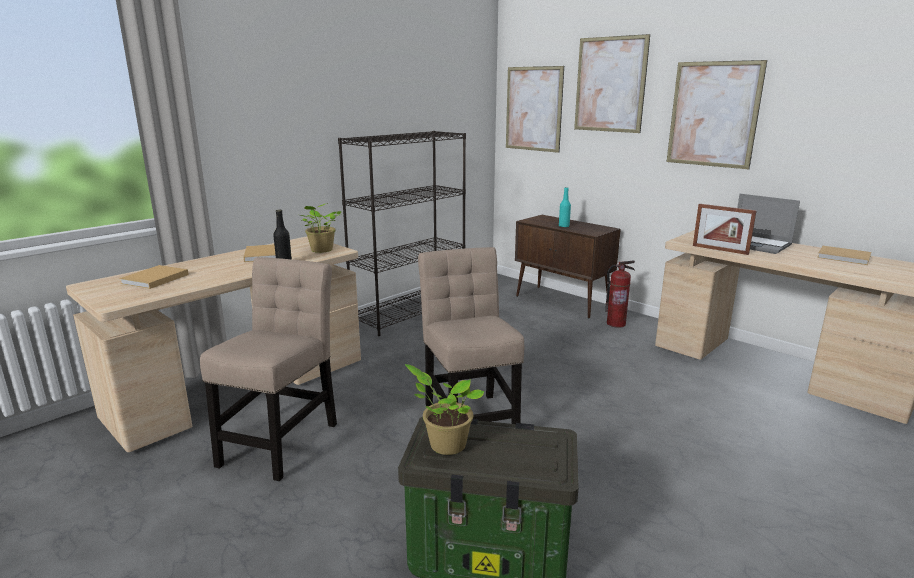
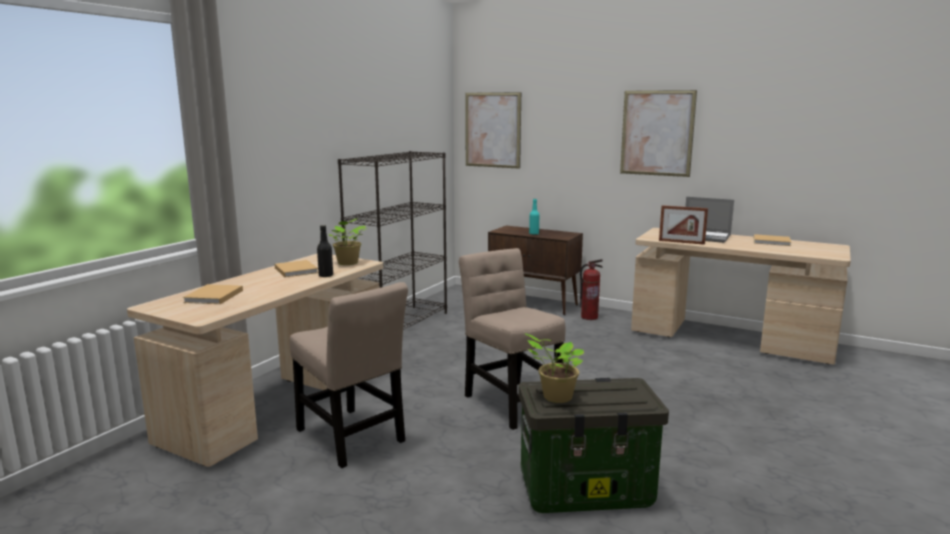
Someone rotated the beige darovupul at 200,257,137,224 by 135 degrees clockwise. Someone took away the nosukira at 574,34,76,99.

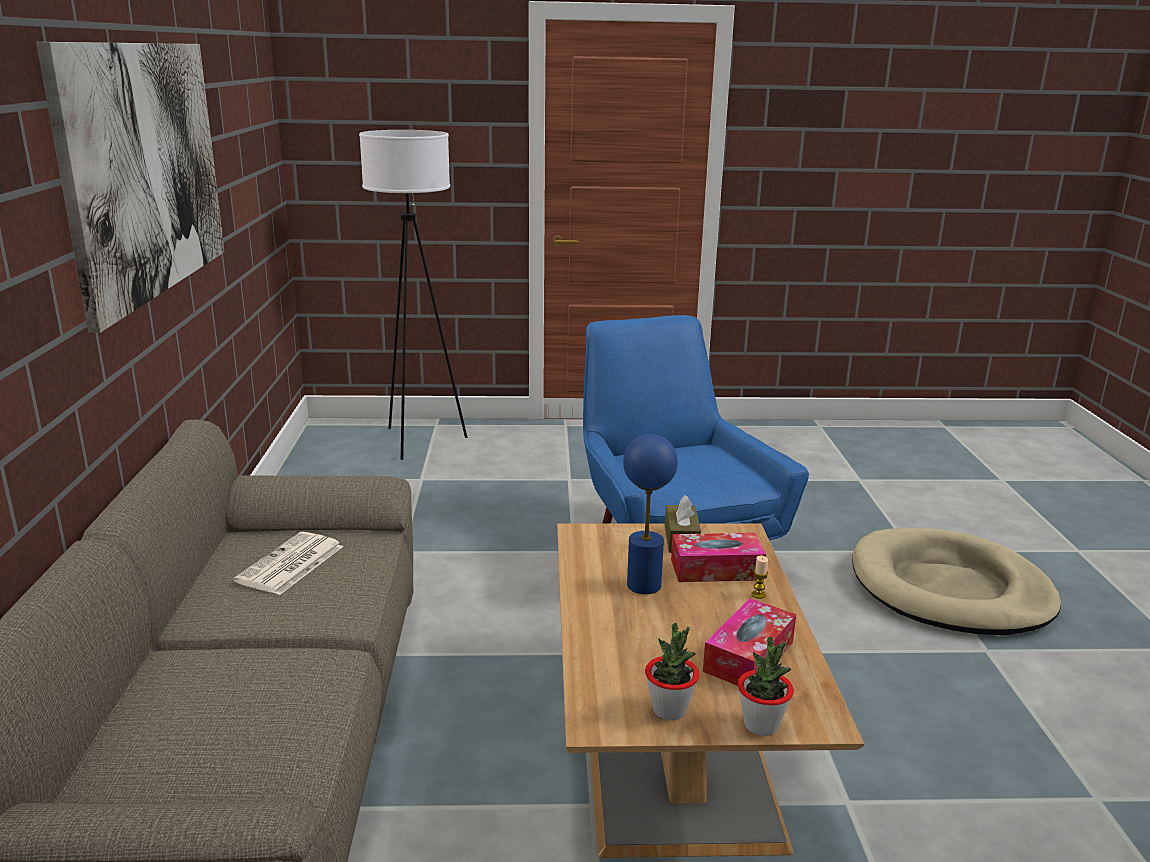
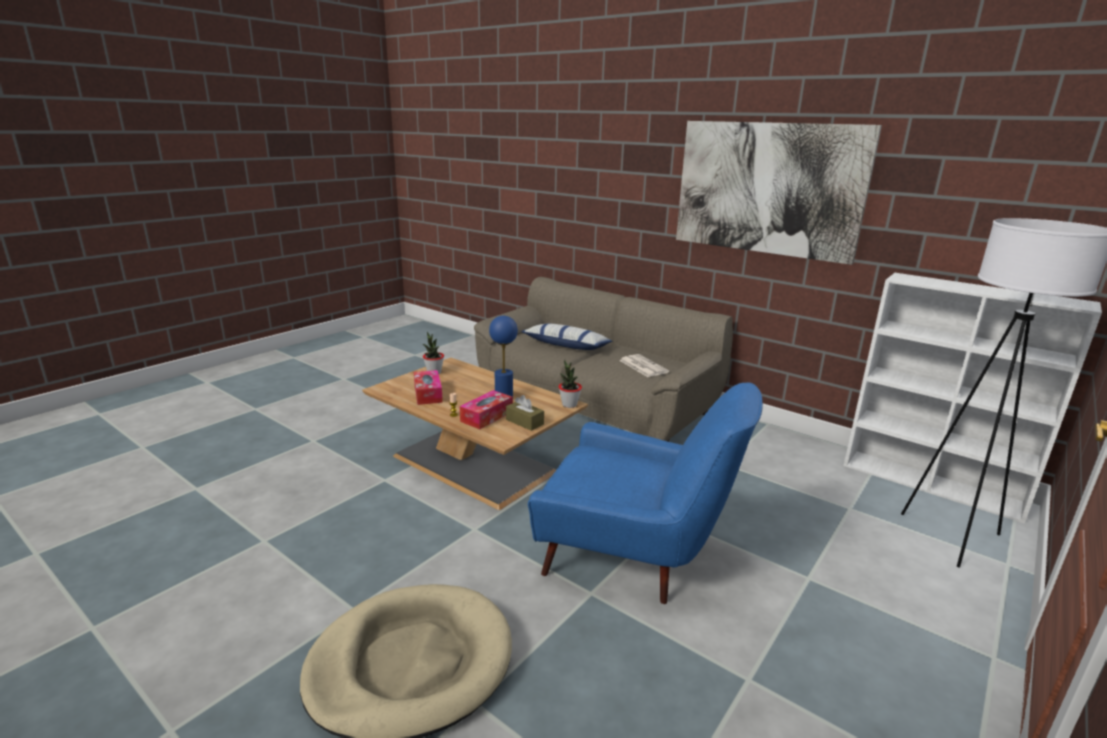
Someone carried the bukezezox from 738,637,56,99 to 558,360,24,48. Someone put down the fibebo at 521,324,91,26. Someone put down the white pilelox at 843,273,259,251.

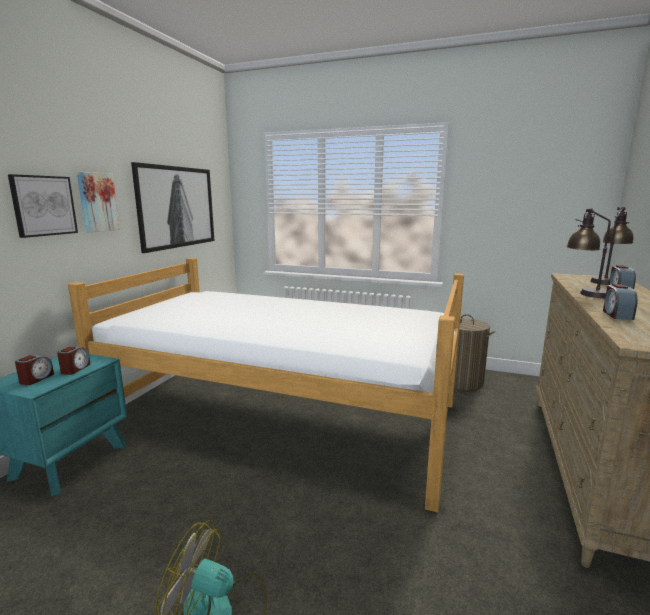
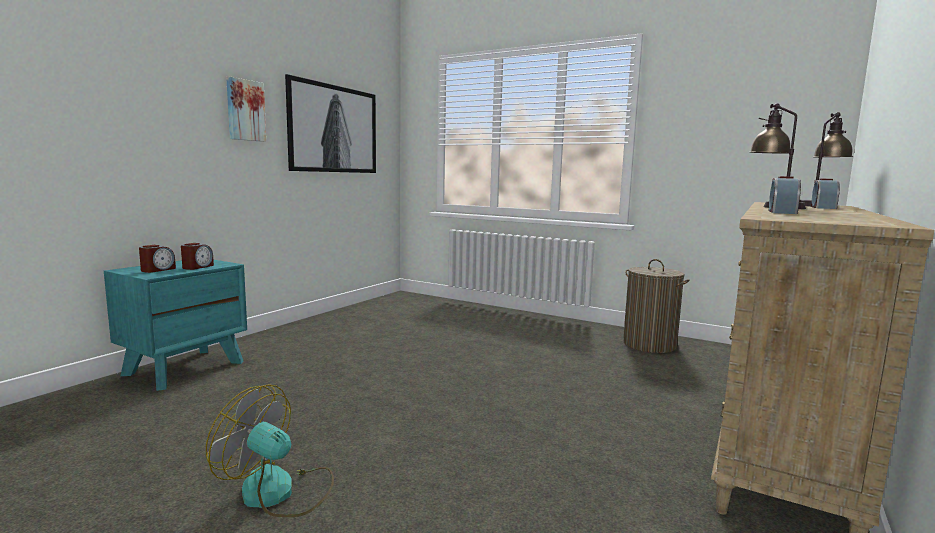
Someone took away the nosukira at 8,174,70,64. Someone took away the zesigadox at 68,258,396,254.

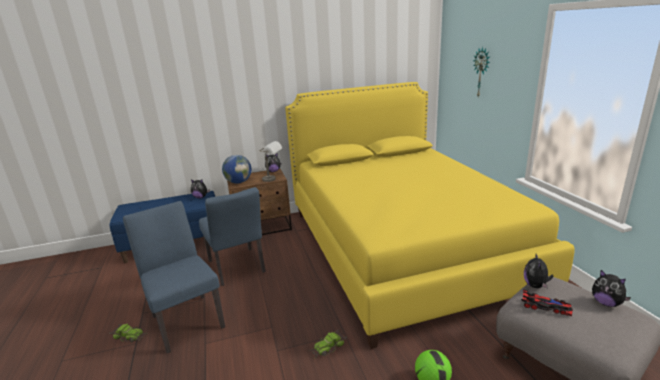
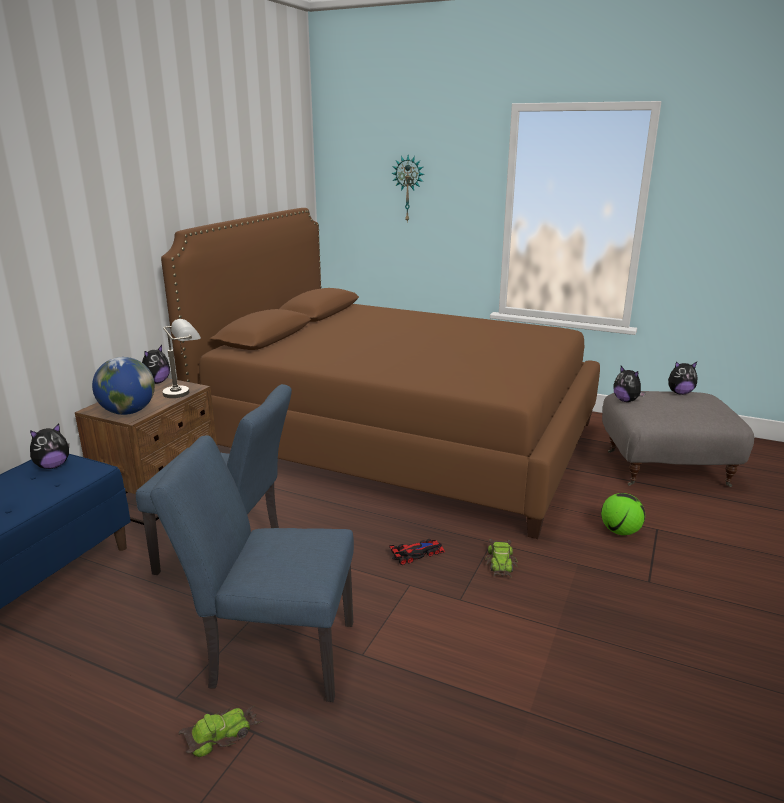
Someone repainted the yellow zesigadox at 285,82,290,267, which became the brown zesigadox at 161,208,439,331. Someone carried the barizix from 521,289,52,27 to 389,539,56,26.

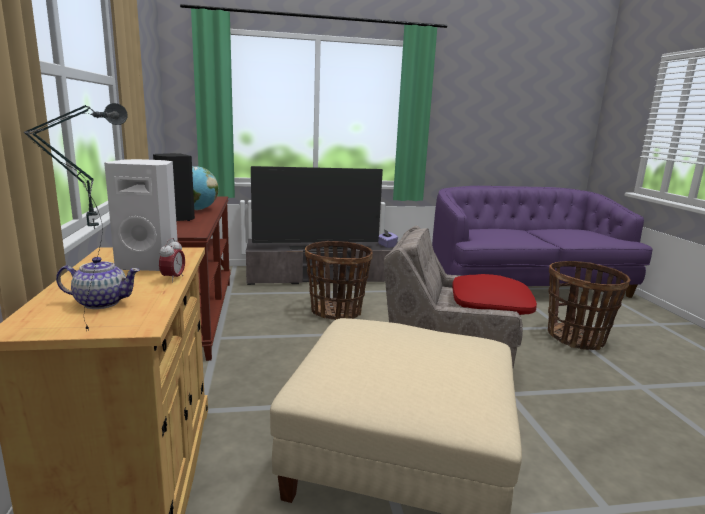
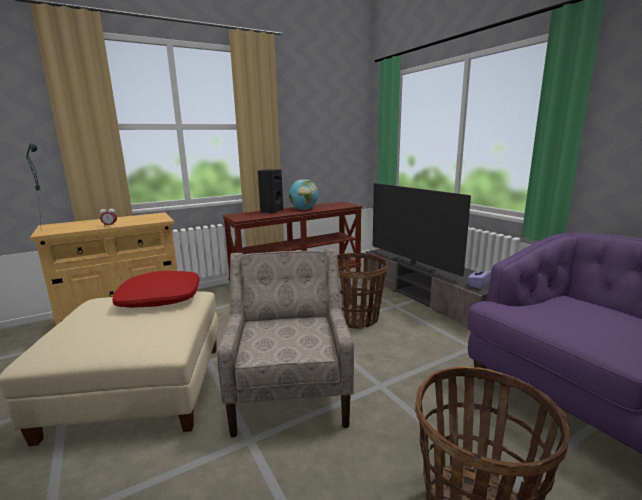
Someone took away the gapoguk at 56,257,84,52. Someone took away the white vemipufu at 104,159,74,112. Someone carried the red fibebo from 452,274,85,41 to 112,271,87,37.

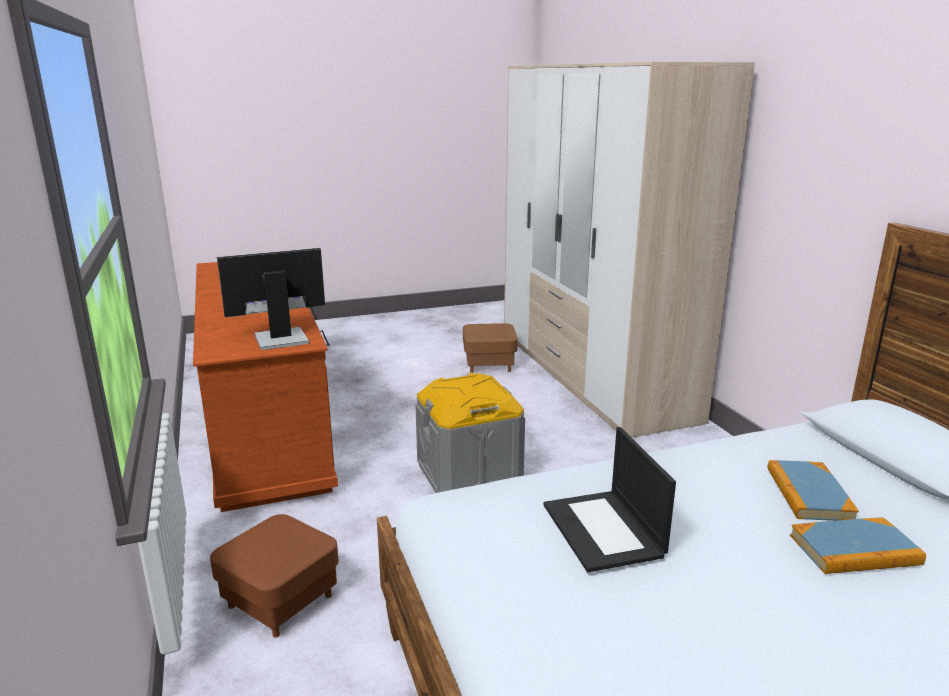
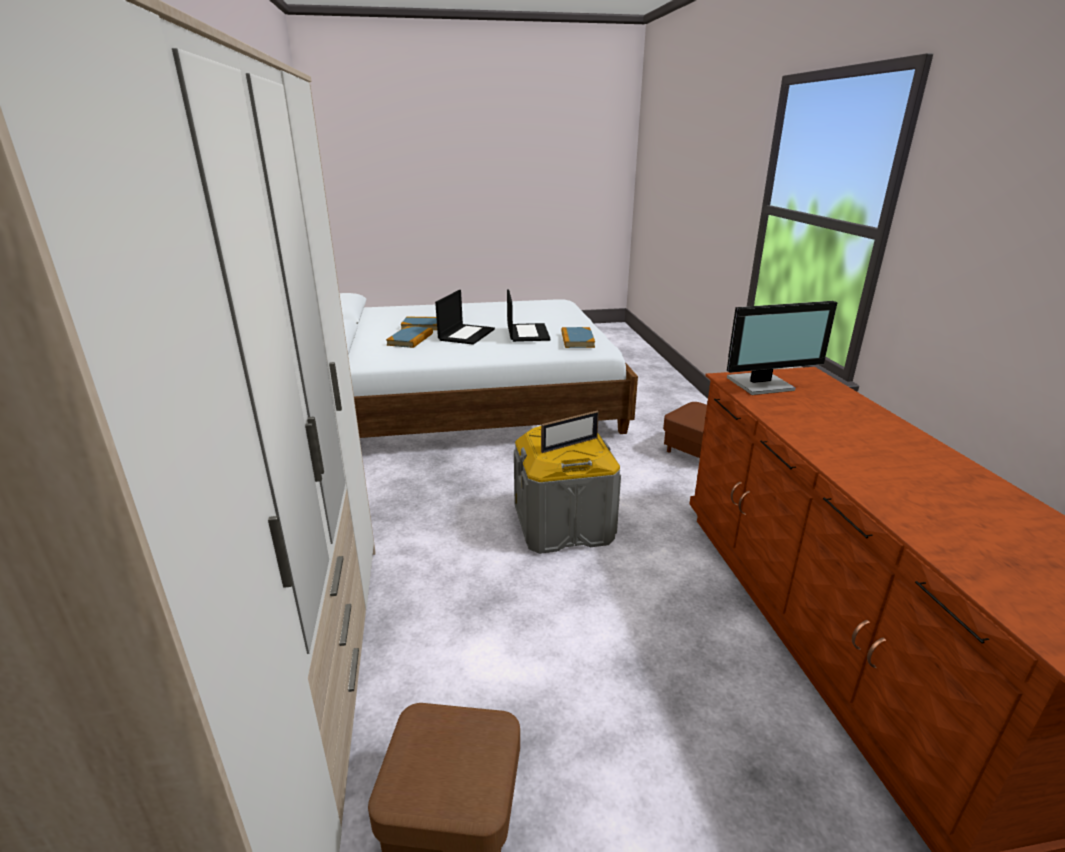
Someone put down the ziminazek at 435,290,60,55. Someone put down the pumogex at 541,411,58,42. Someone put down the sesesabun at 561,327,34,21.

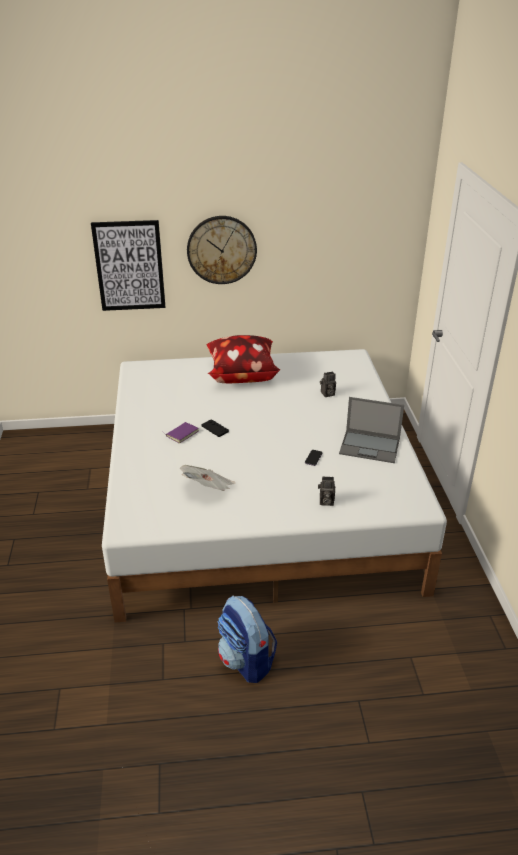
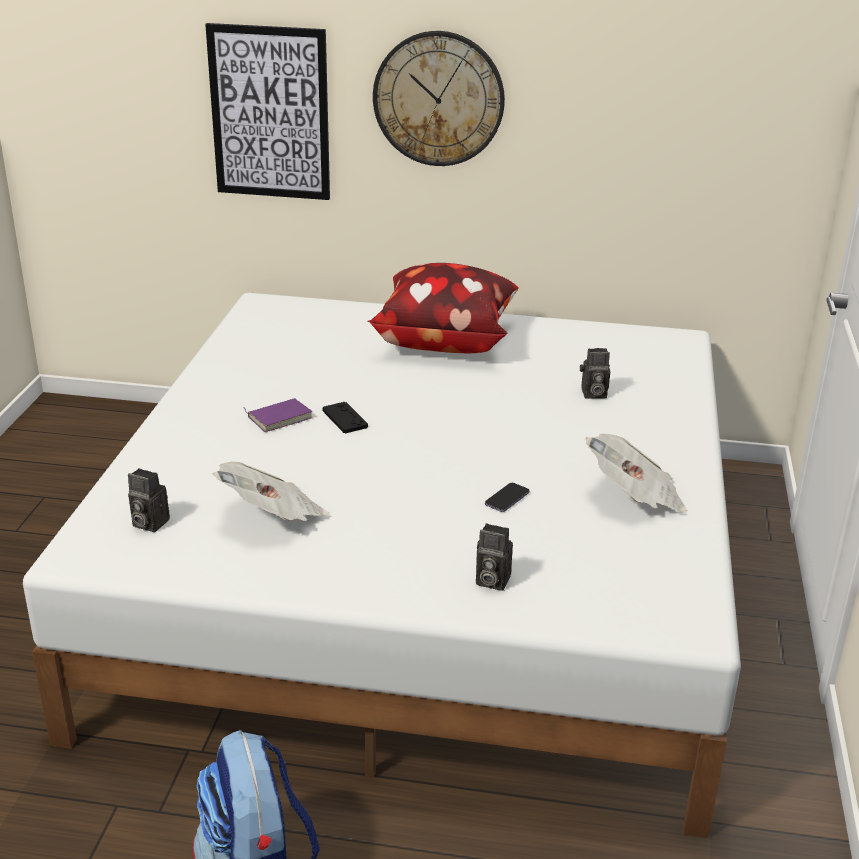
Someone swapped the ziminazek at 339,397,65,66 for the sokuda at 586,434,102,79. Someone put down the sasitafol at 128,468,42,64.

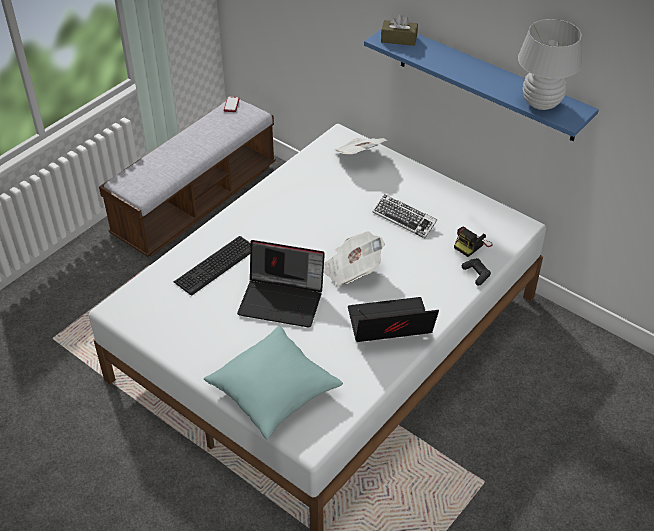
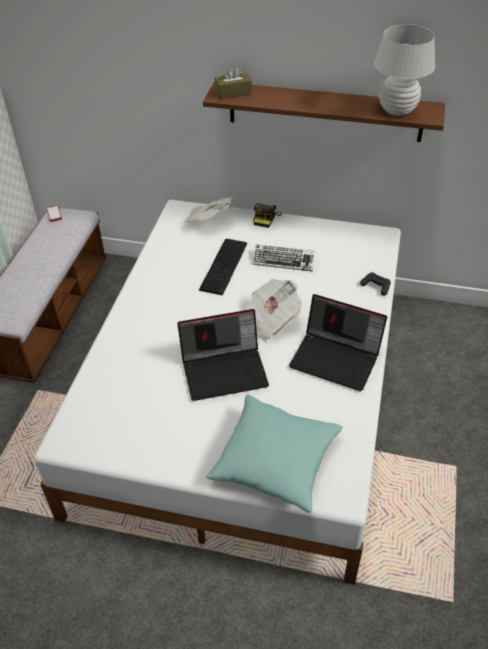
Someone carried the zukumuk from 174,236,76,60 to 199,239,48,56. Someone rotated the ziminazek at 348,297,91,45 by 120 degrees counterclockwise. Someone repainted the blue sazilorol at 364,29,235,112, which became the brown sazilorol at 203,81,242,61. Someone carried the sasitafol from 454,227,39,30 to 253,203,29,25.

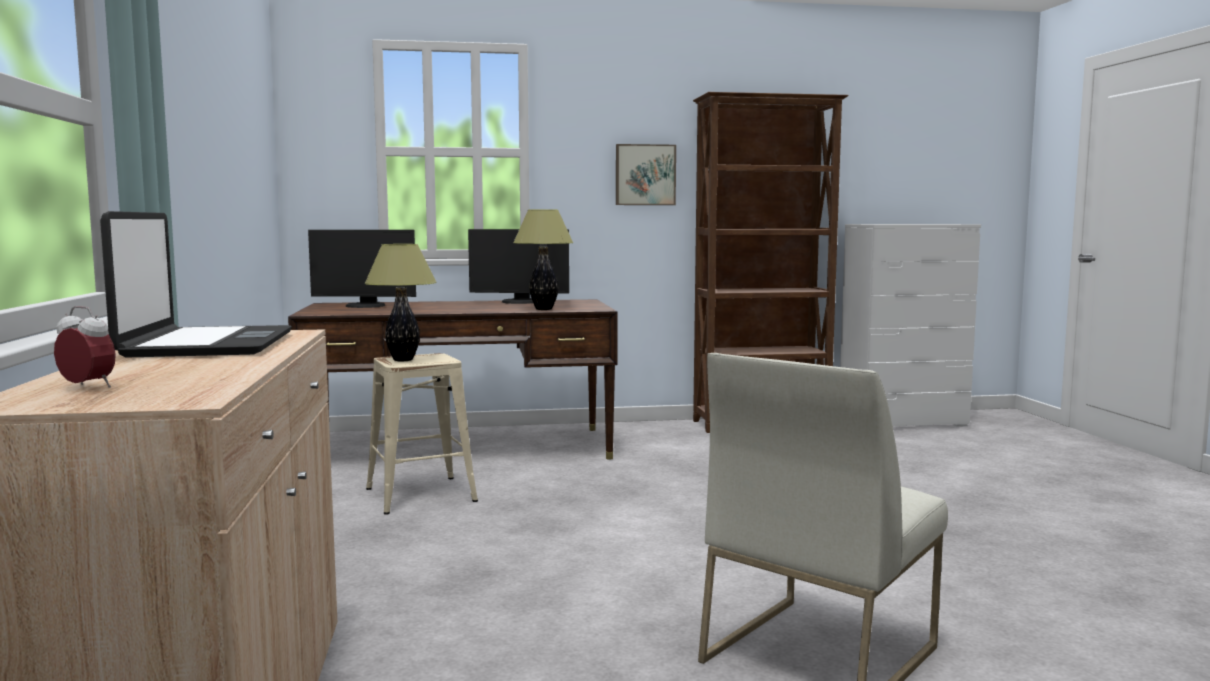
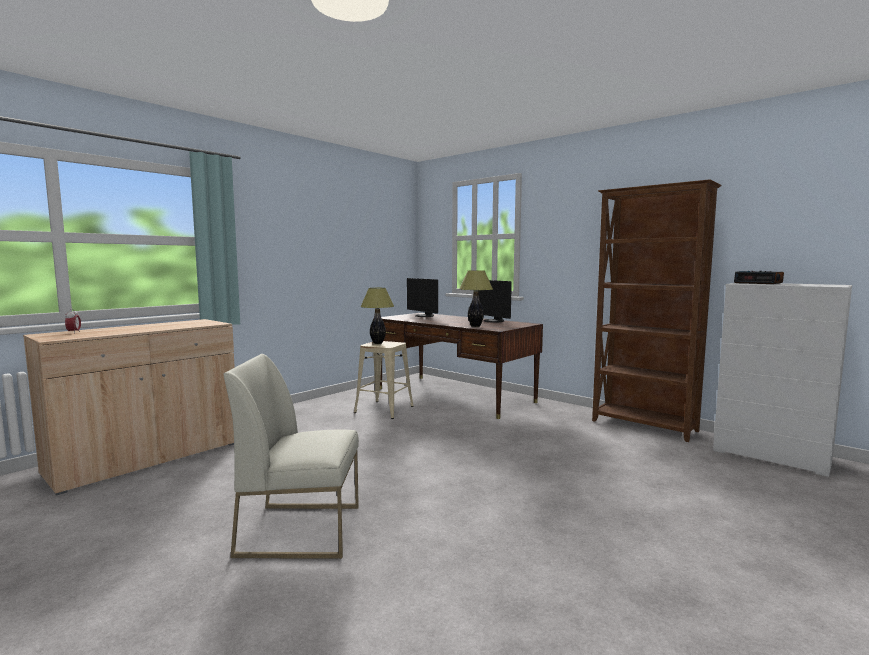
Someone took away the ziminazek at 100,211,192,147. Someone took away the nosukira at 616,144,60,61. Someone put down the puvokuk at 734,271,50,13.

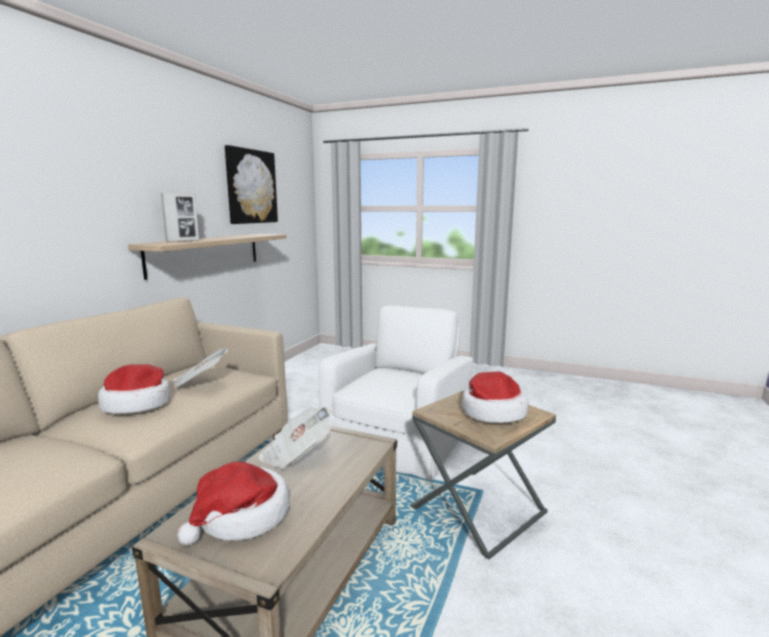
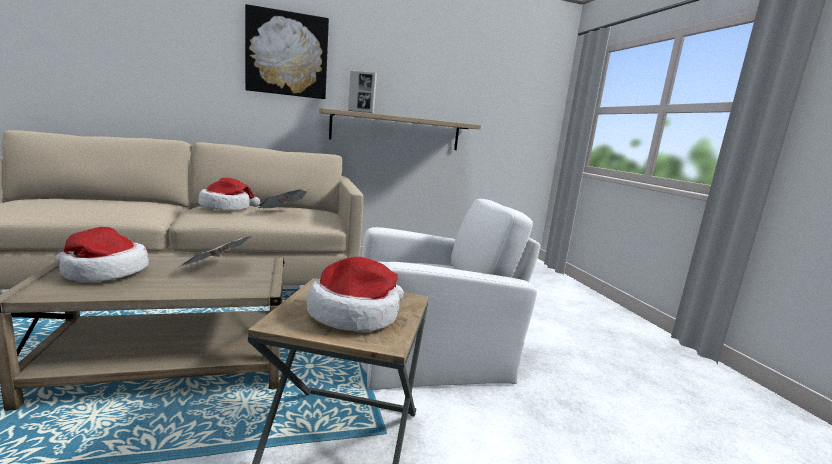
Someone carried the nosukira from 225,145,53,79 to 245,4,84,95.

